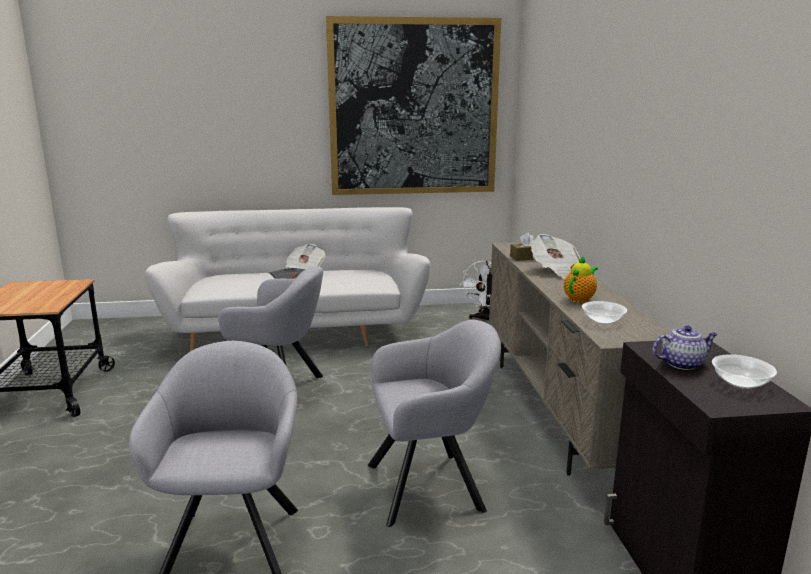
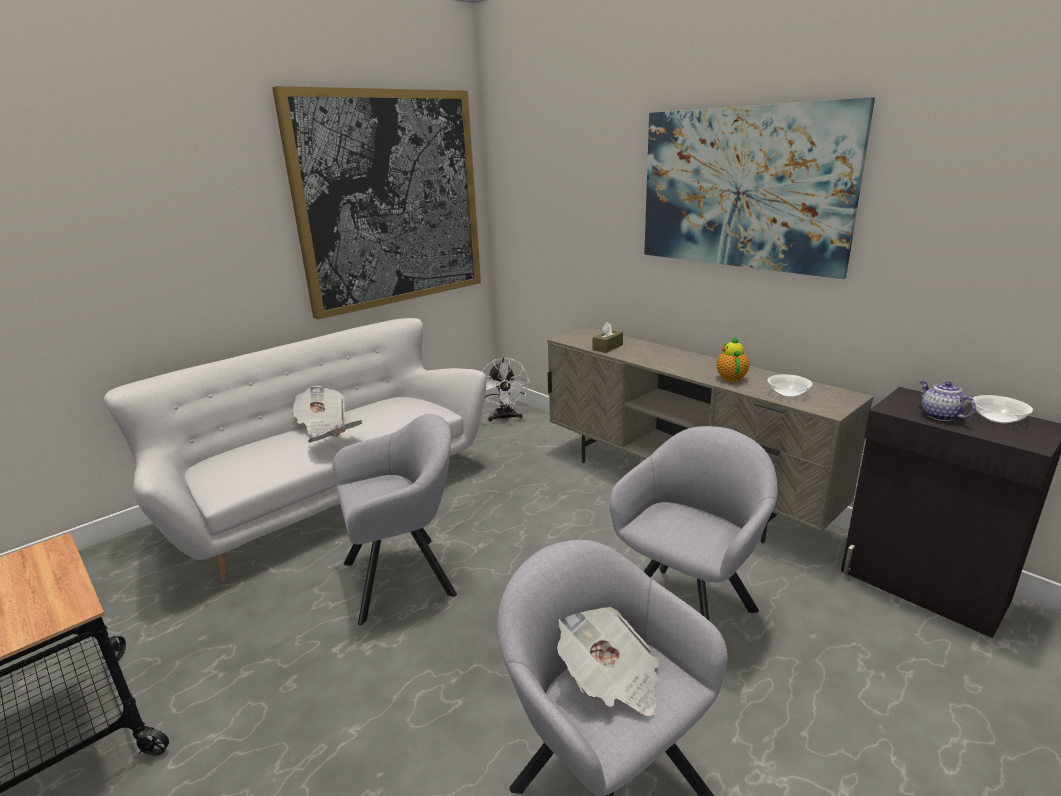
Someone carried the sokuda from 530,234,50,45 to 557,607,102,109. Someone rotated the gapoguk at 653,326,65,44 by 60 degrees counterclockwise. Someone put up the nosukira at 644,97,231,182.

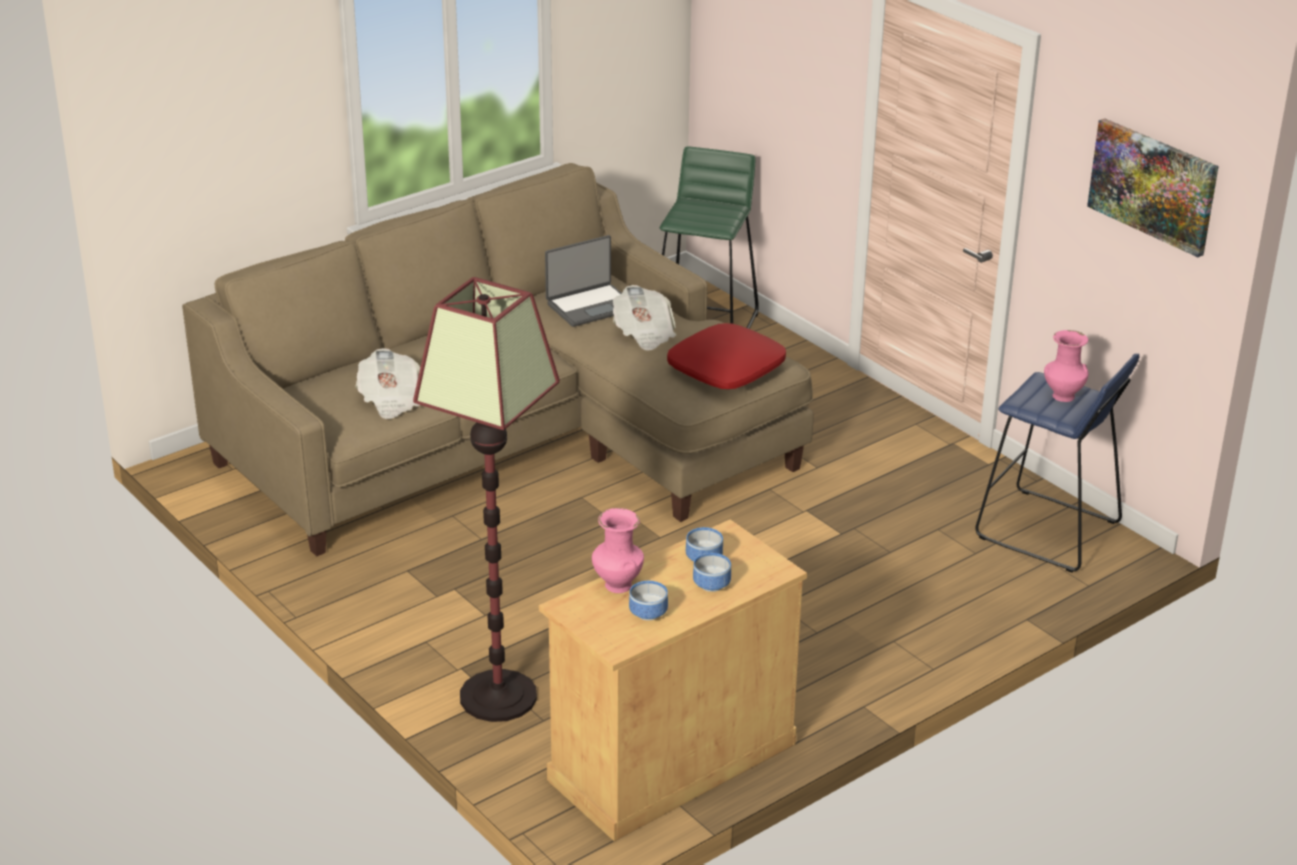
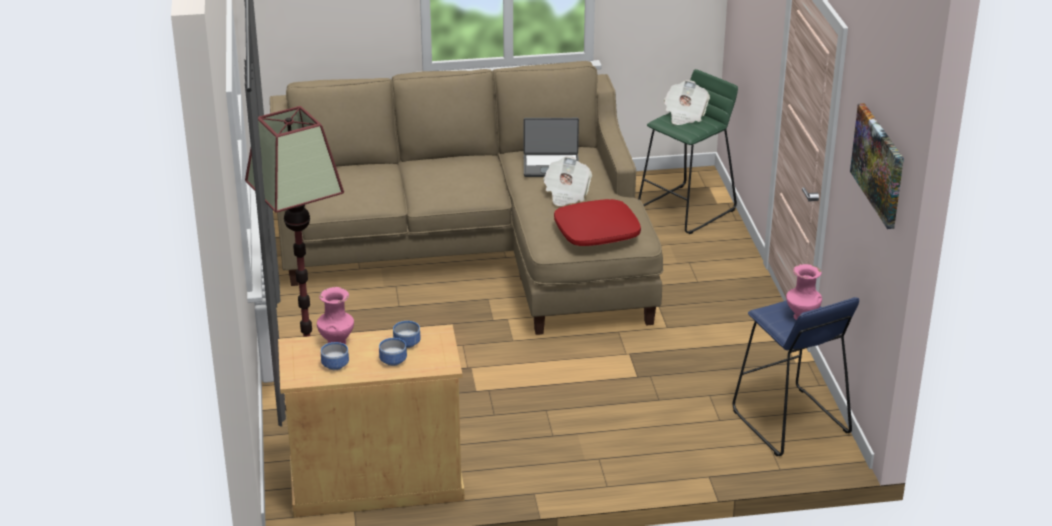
Someone carried the sokuda from 356,348,64,71 to 664,80,46,45.

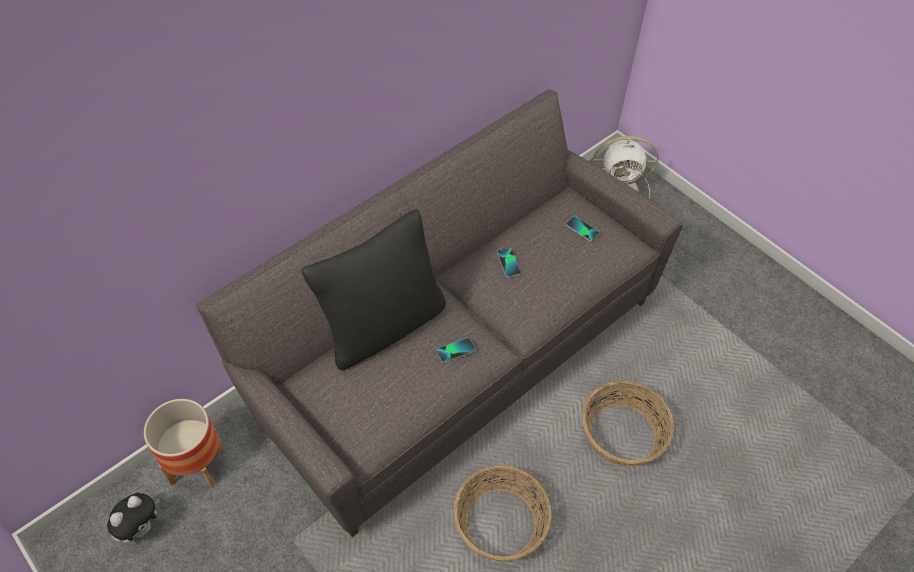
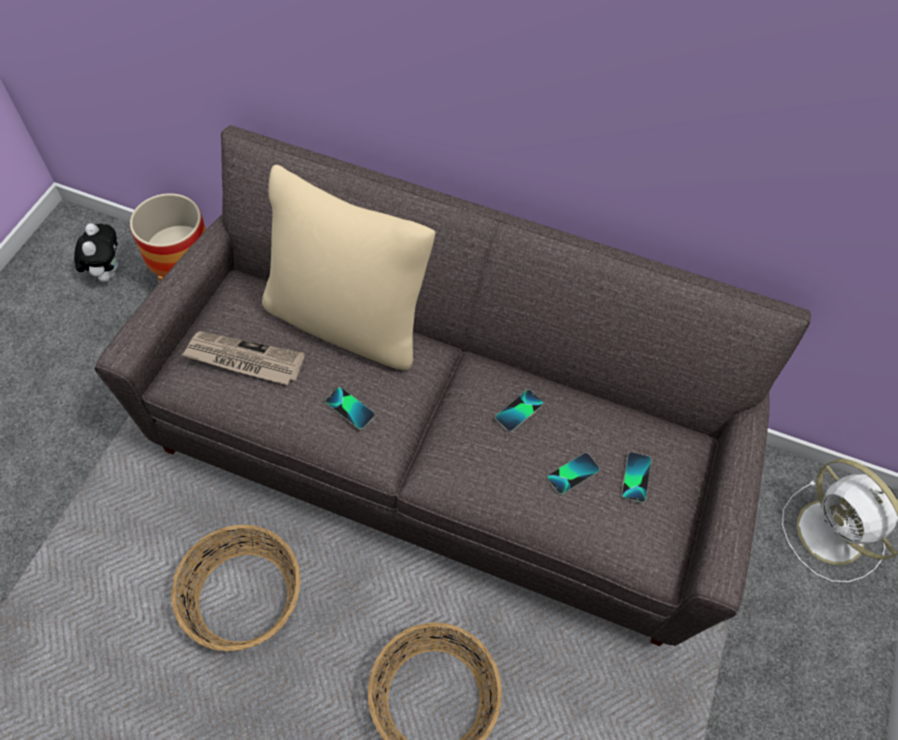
Someone rotated the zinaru at 107,492,52,51 by 105 degrees counterclockwise. Someone repainted the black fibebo at 302,209,144,161, which became the beige fibebo at 262,165,173,205. Someone put down the sokuda at 182,331,123,54. Someone put down the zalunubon at 547,453,53,42.

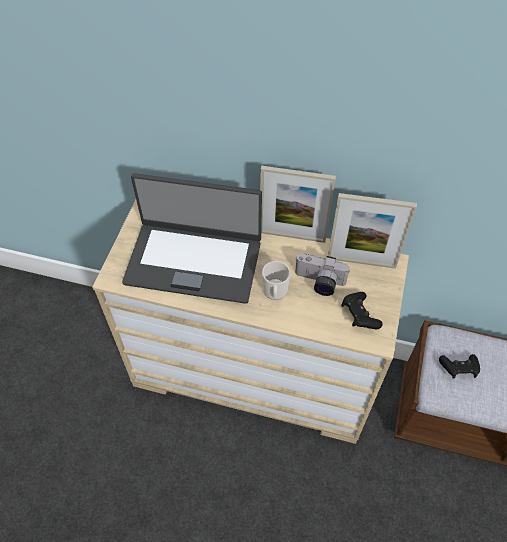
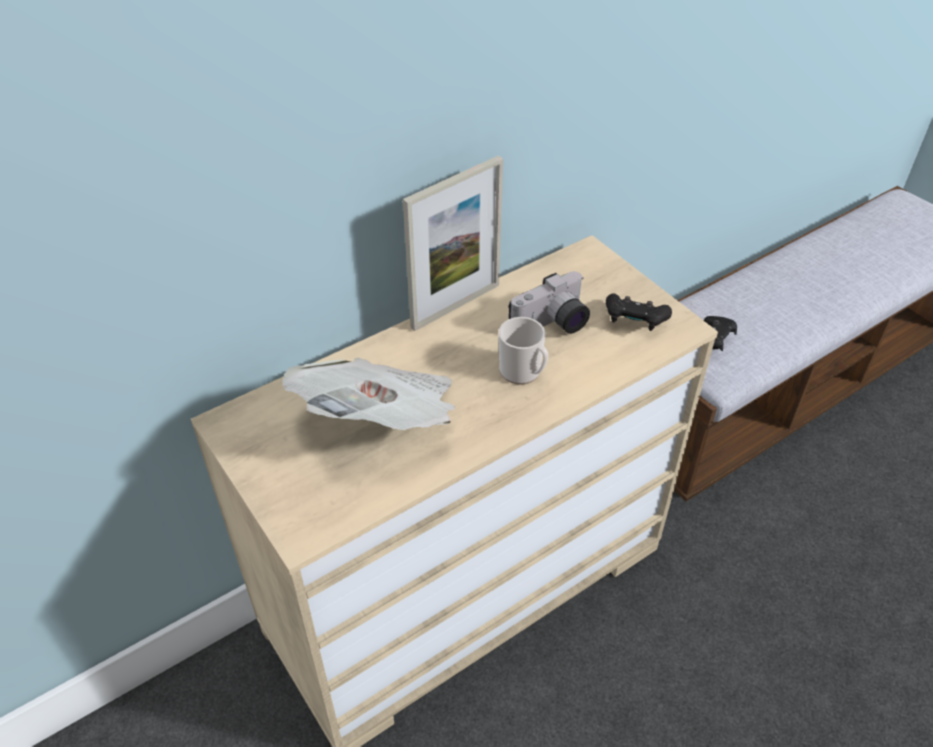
Someone swapped the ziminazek at 122,173,140,131 for the sokuda at 282,358,174,72. Someone took away the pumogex at 328,193,89,76.

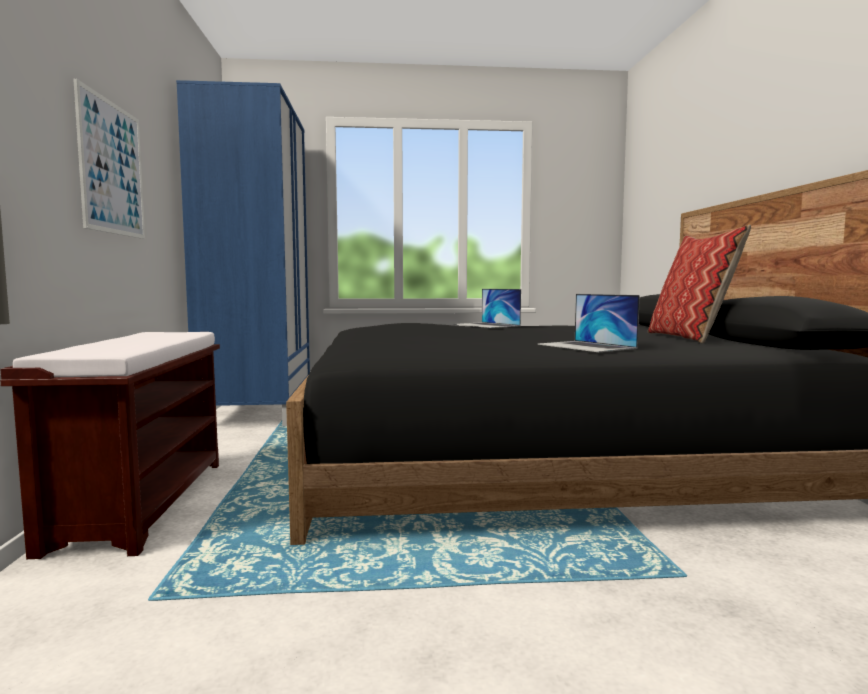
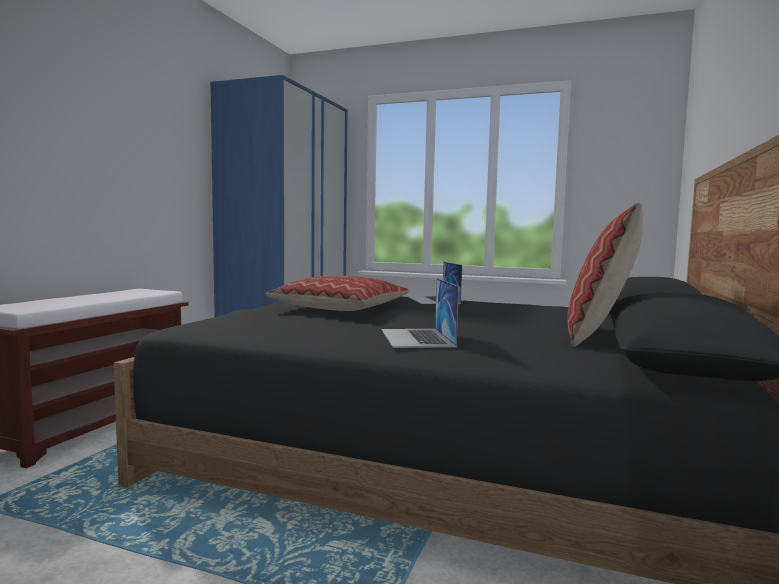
Someone took away the nosukira at 73,79,72,160. Someone put down the fibebo at 266,276,143,35.

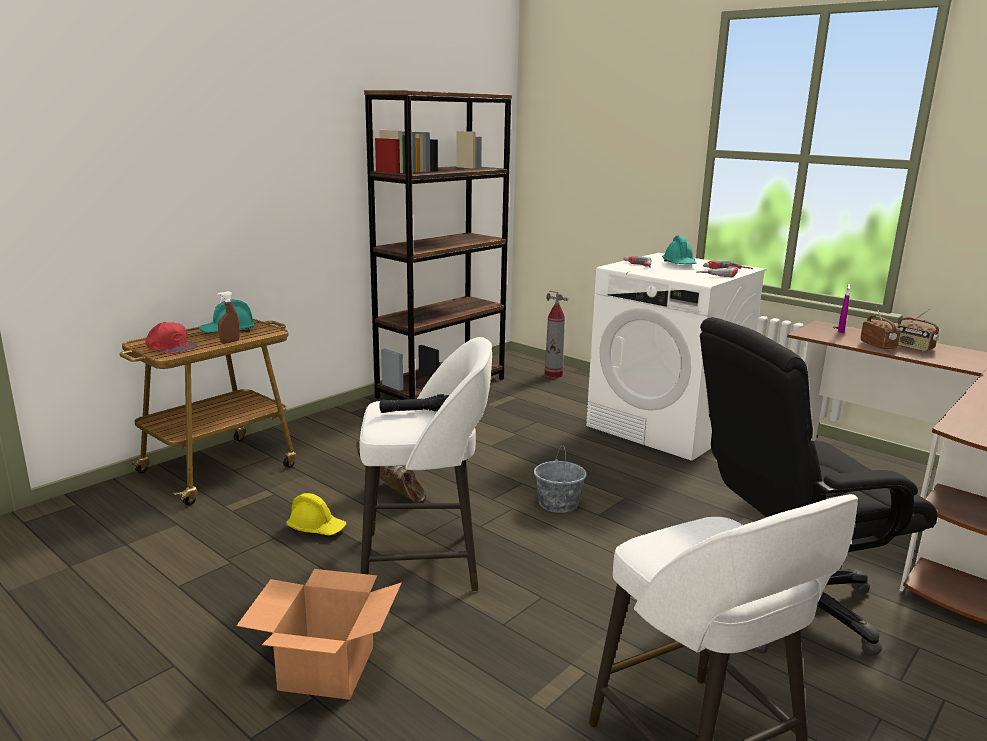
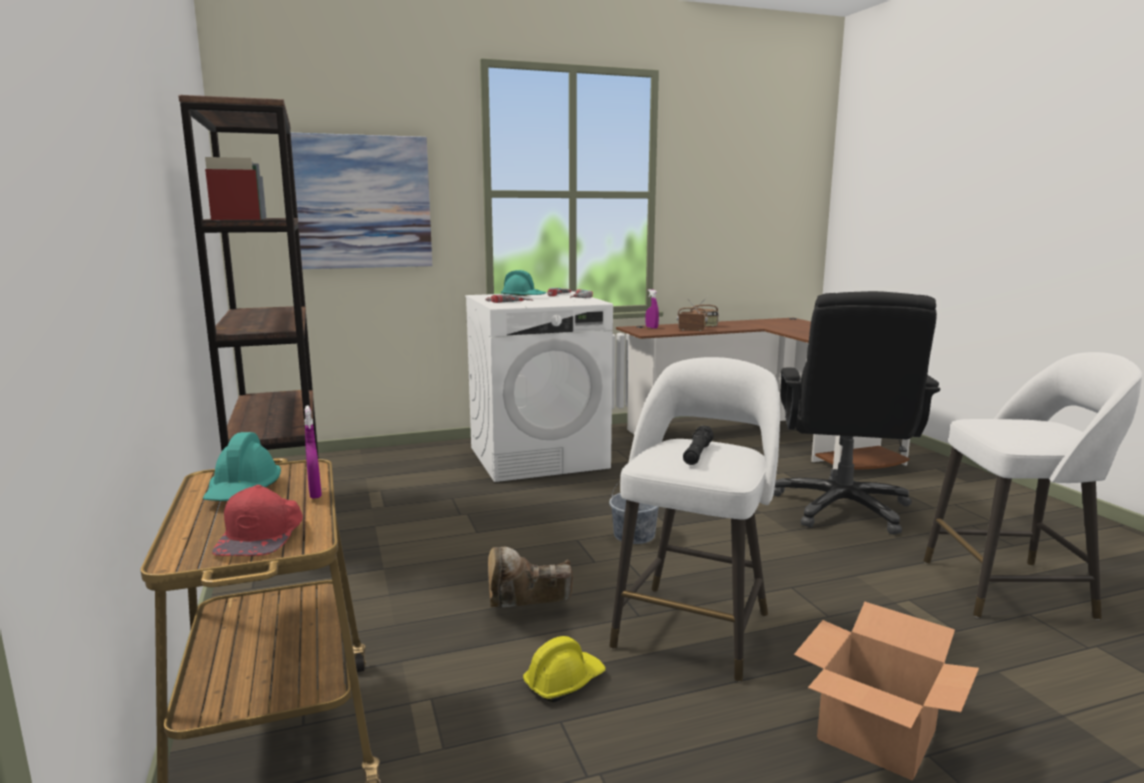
Someone rotated the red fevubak at 145,322,52,32 by 120 degrees clockwise. Someone repainted the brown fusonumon at 217,291,23,53, which became the purple fusonumon at 304,405,18,94. Someone took away the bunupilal at 544,290,24,88. Someone put up the nosukira at 291,133,141,136.

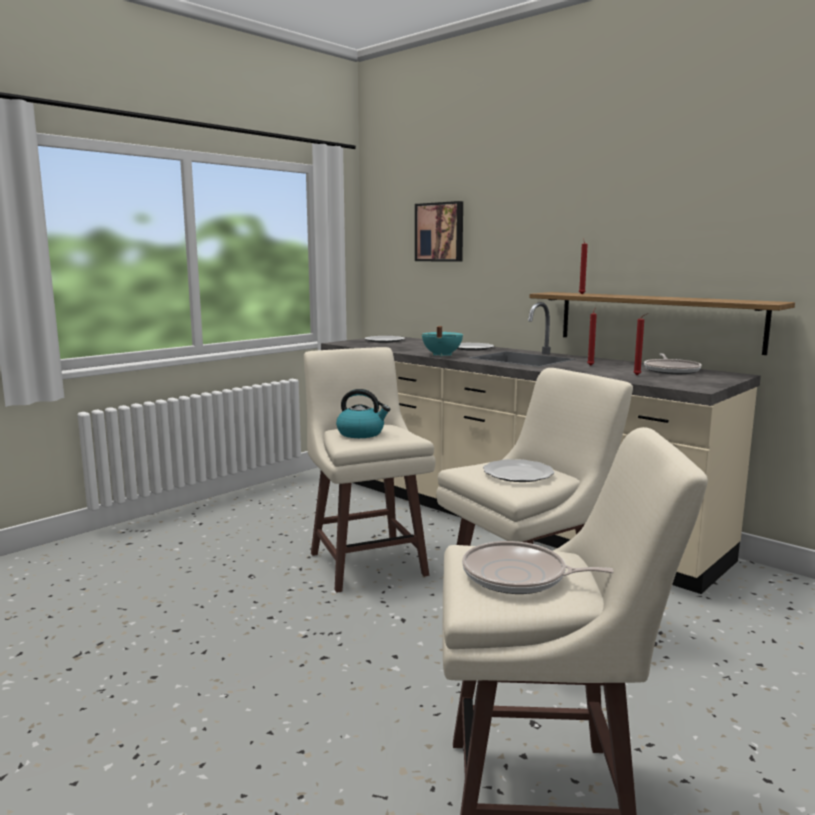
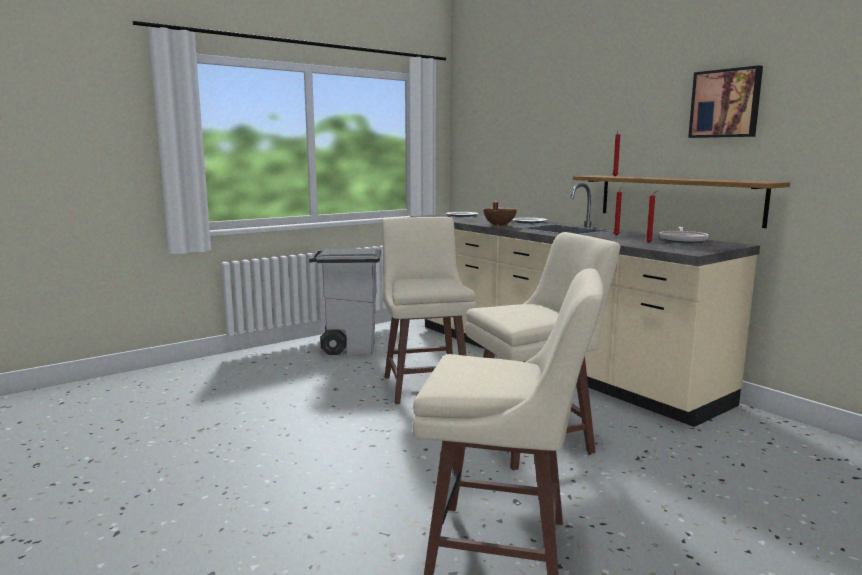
Someone took away the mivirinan at 336,389,54,49. Someone carried the nosukira from 415,201,48,61 to 688,65,75,73. Someone repainted the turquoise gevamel at 422,326,41,31, which became the brown gevamel at 483,202,34,25. Someone took away the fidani at 462,541,151,53. Someone took away the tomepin at 483,459,71,23. Someone put down the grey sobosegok at 309,248,72,107.

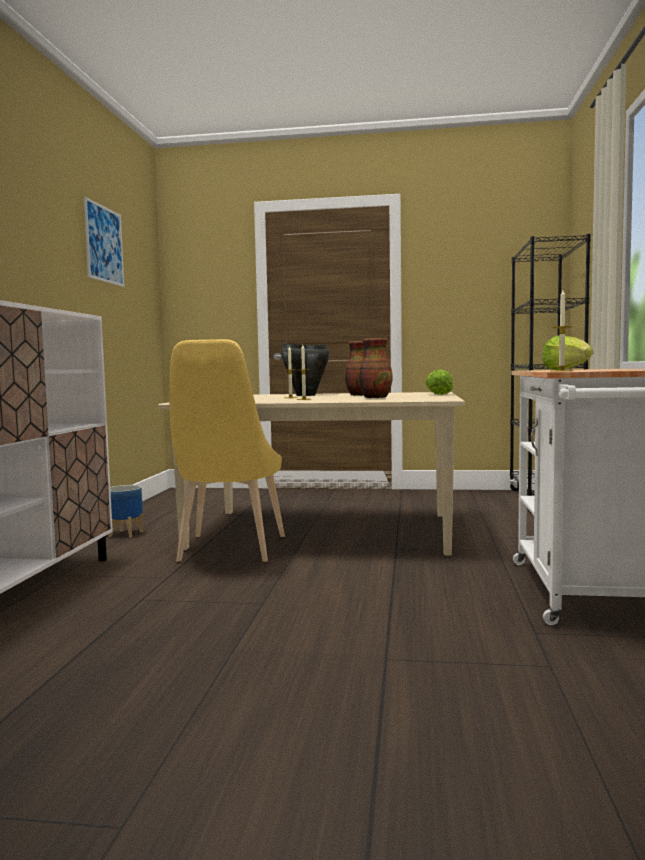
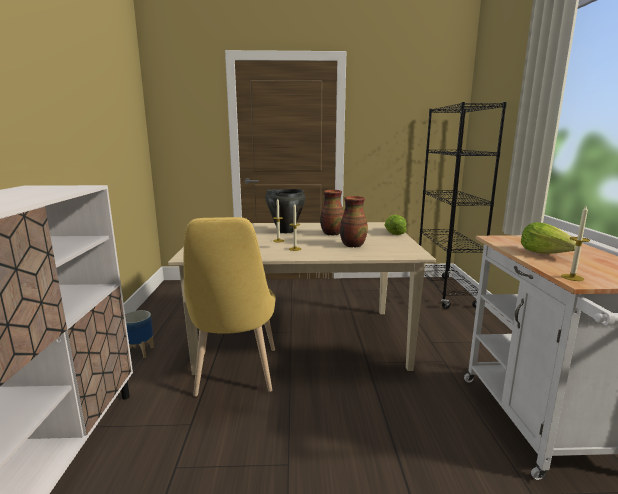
Someone took away the nosukira at 84,197,40,90.

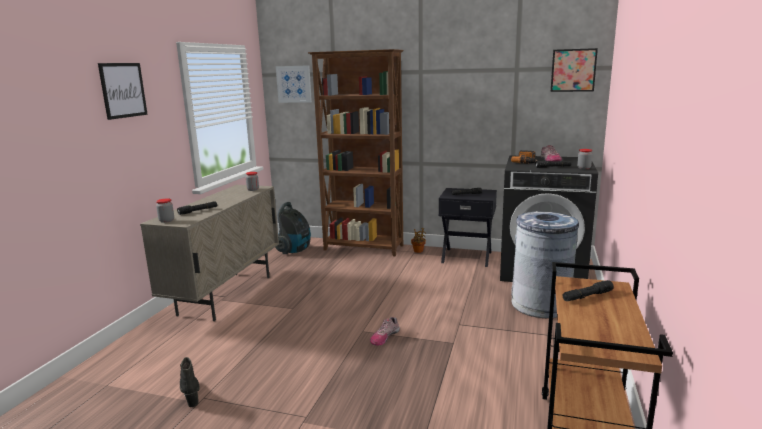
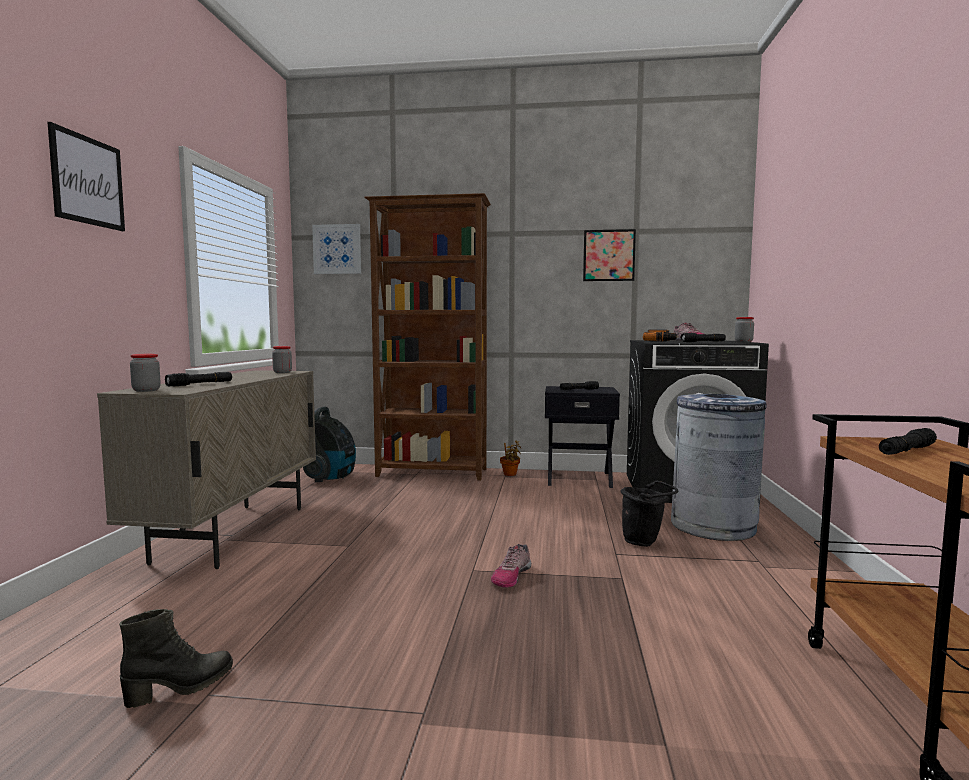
Someone rotated the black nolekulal at 180,357,20,50 by 90 degrees clockwise. Someone carried the nosukira from 550,48,48,44 to 583,229,53,52. Someone put down the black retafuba at 620,481,58,66.

